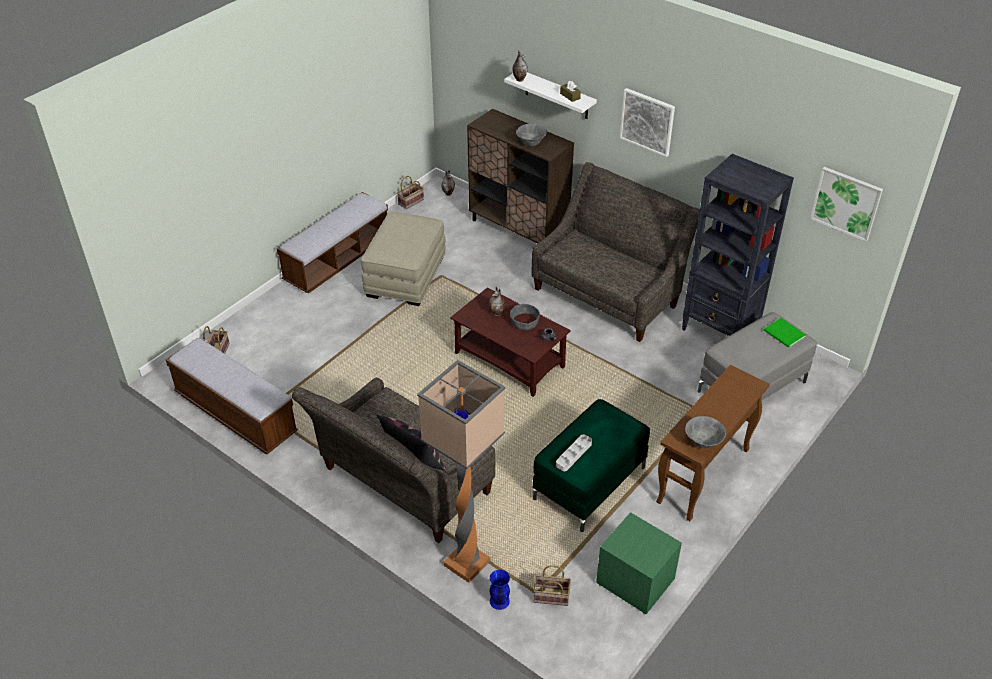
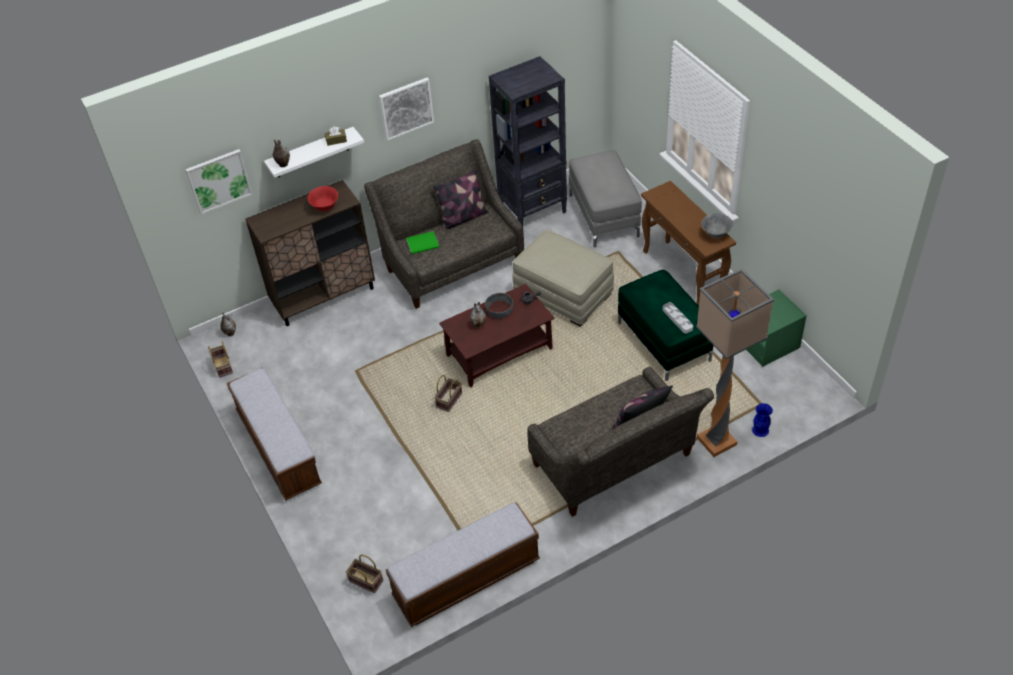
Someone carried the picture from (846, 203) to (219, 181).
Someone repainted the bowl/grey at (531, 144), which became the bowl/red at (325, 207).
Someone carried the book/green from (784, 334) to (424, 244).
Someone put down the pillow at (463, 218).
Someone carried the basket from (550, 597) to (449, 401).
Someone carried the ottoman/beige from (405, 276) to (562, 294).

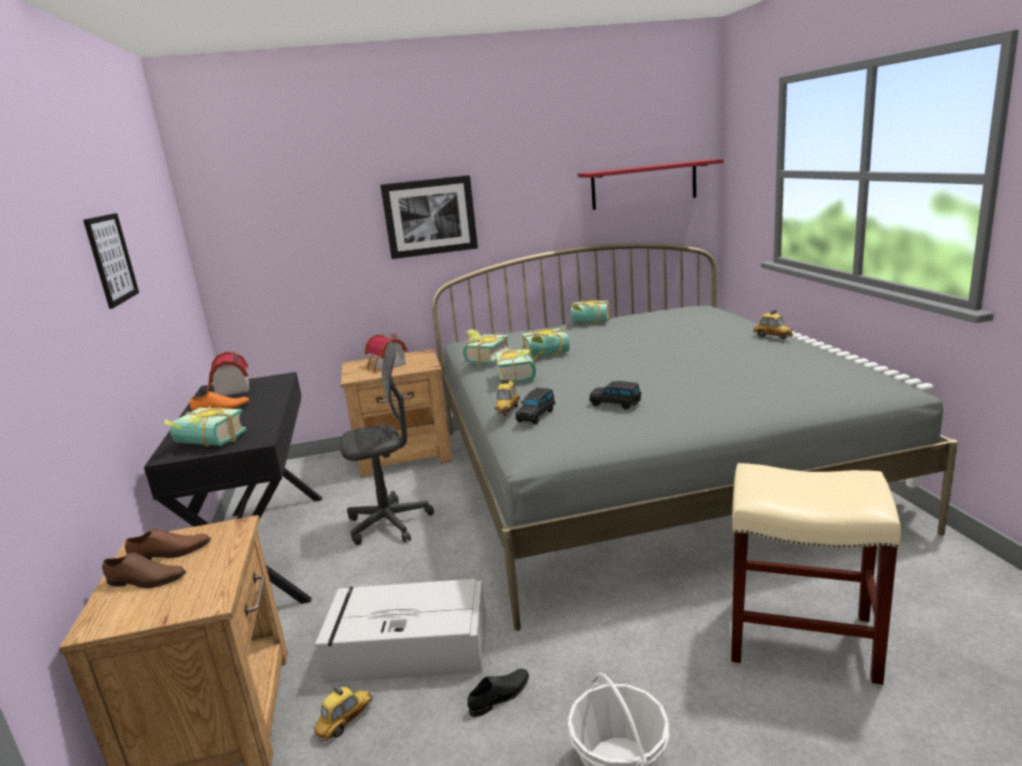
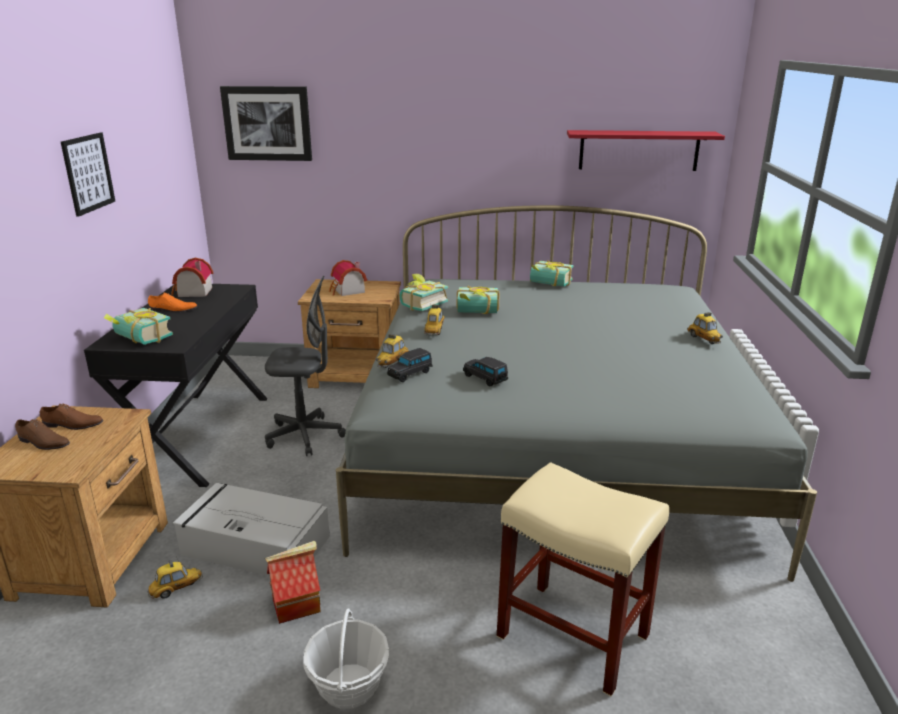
Someone carried the picture from (430, 217) to (267, 123).
Someone swapped the shoe/black at (500, 696) for the toy house at (297, 605).
Someone swapped the book at (521, 376) for the toy car at (435, 330).

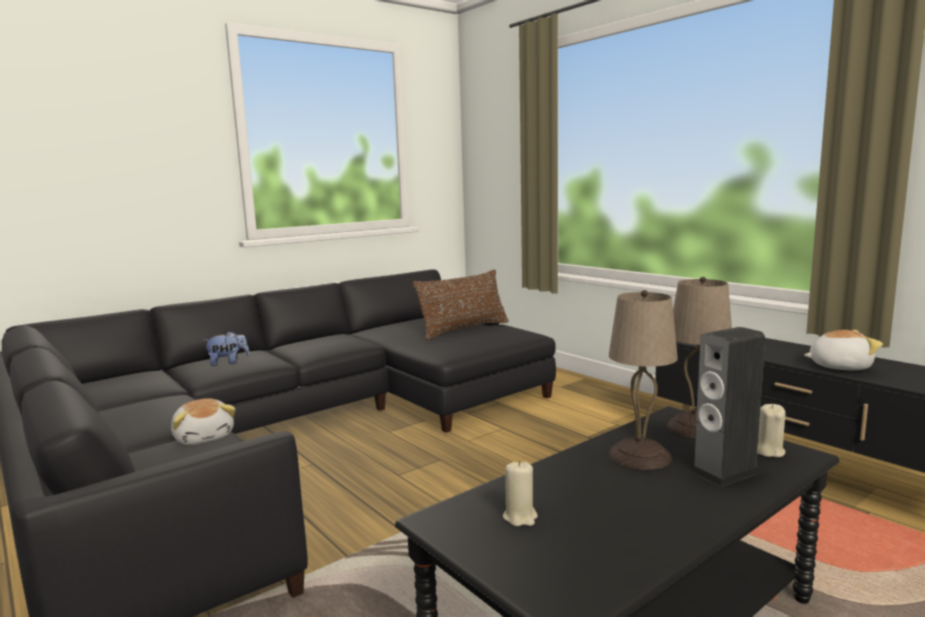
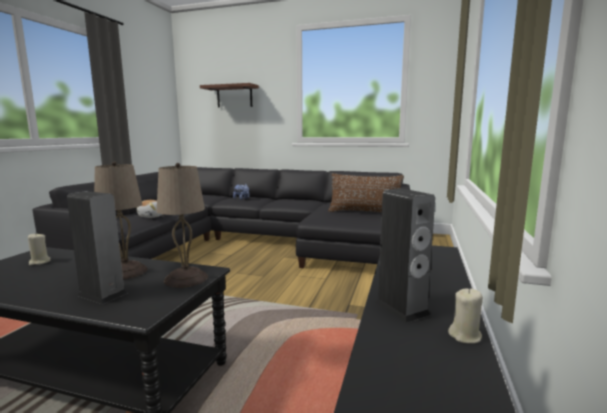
Someone put up the shelf/brown at (234, 96).
Someone swapped the plush toy at (839, 366) for the speaker at (401, 308).
Someone carried the candle/beige from (769, 451) to (465, 336).

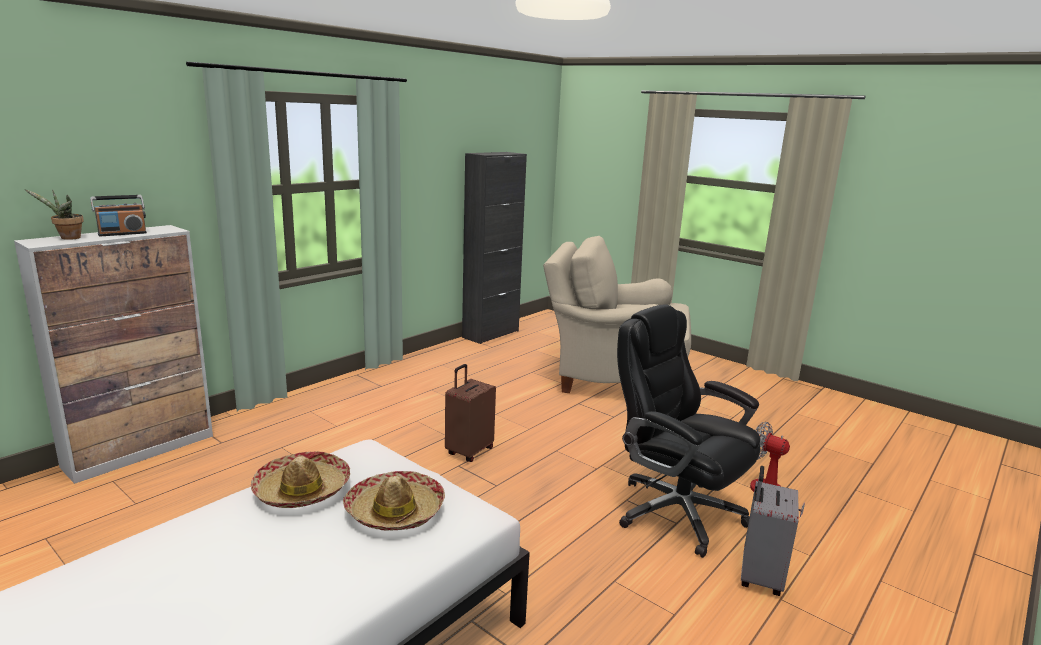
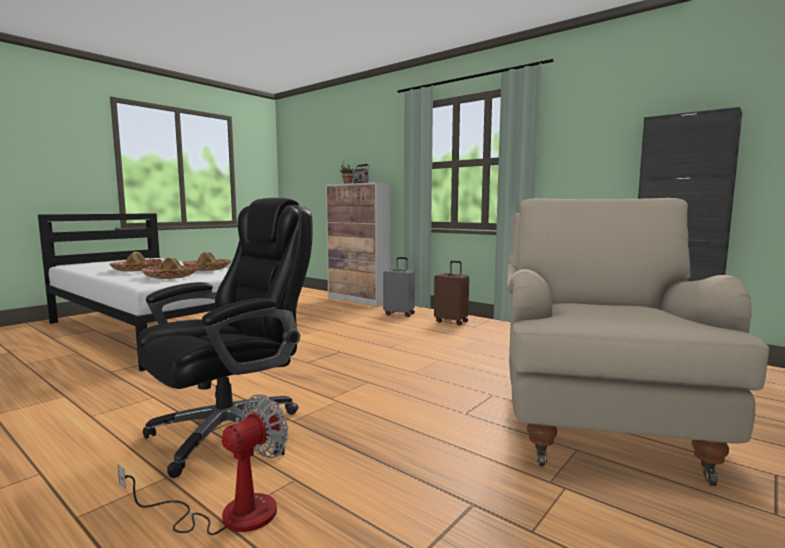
Someone put down the hat at (137, 270).
Someone carried the suitcase/grey from (759, 577) to (399, 314).
Someone carried the suitcase/brown from (469, 451) to (451, 321).

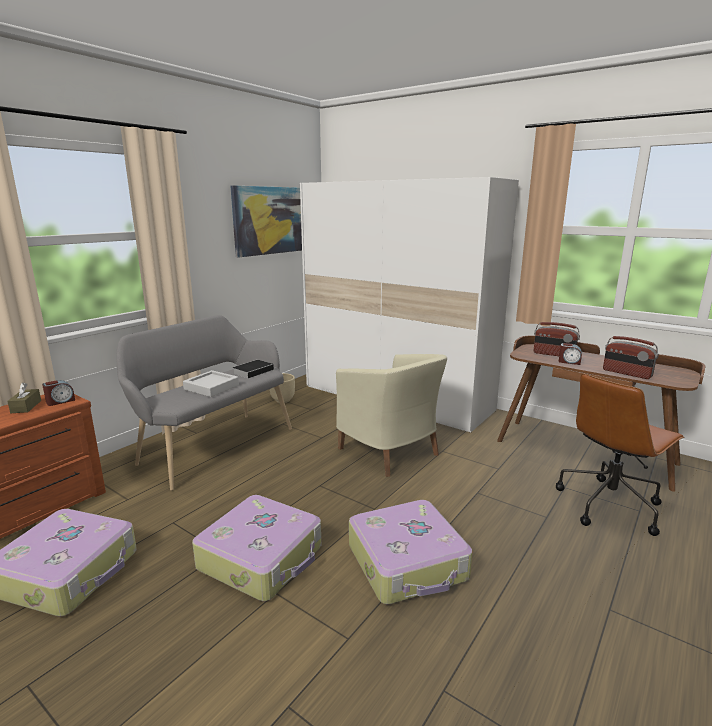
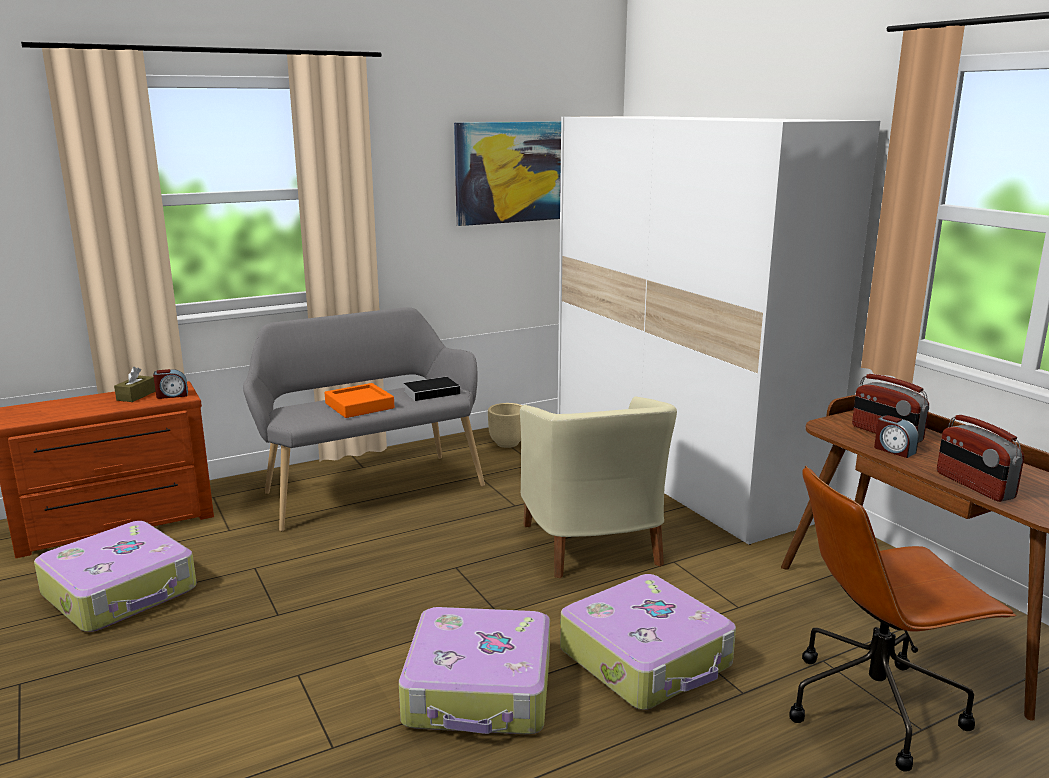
Someone repainted the tray/grey at (211, 387), which became the tray/orange at (359, 406).
Someone carried the suitcase from (262, 557) to (647, 658).

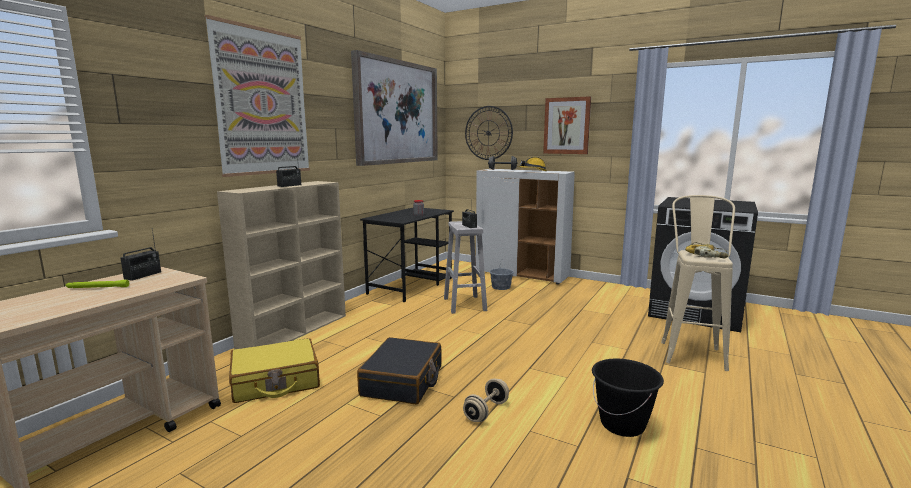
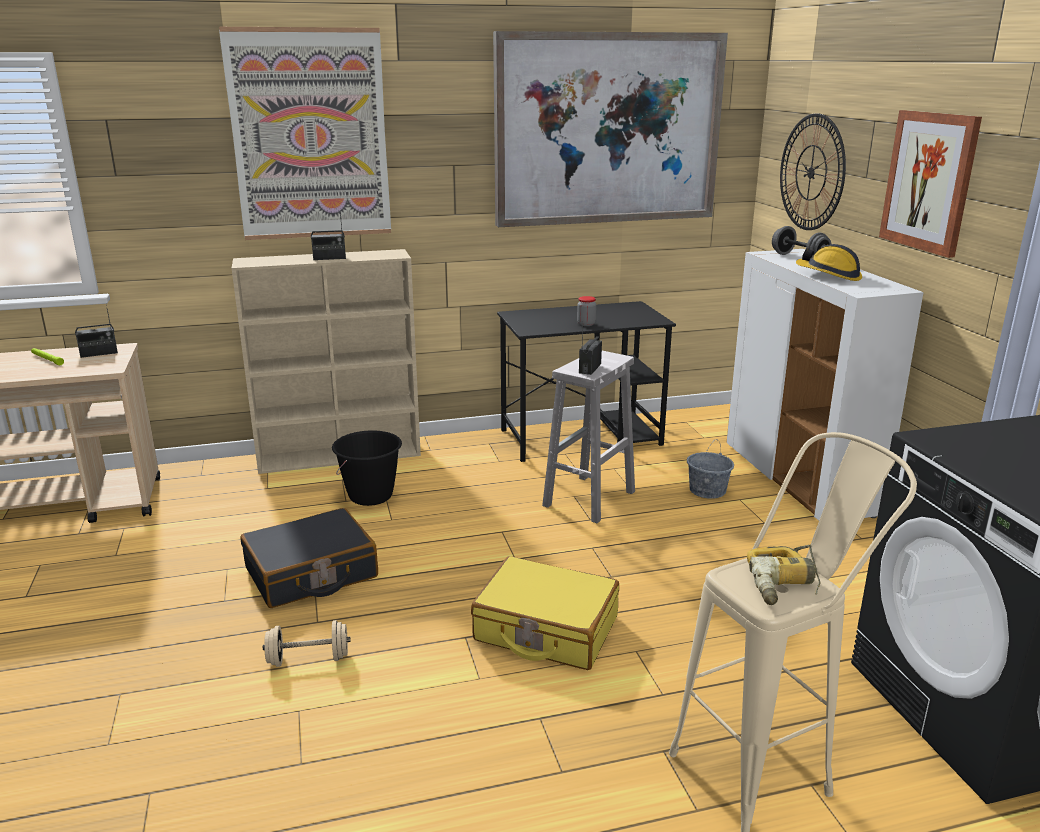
Someone carried the bucket/black from (622, 424) to (371, 496).
Someone carried the suitcase/yellow from (275, 382) to (545, 629).

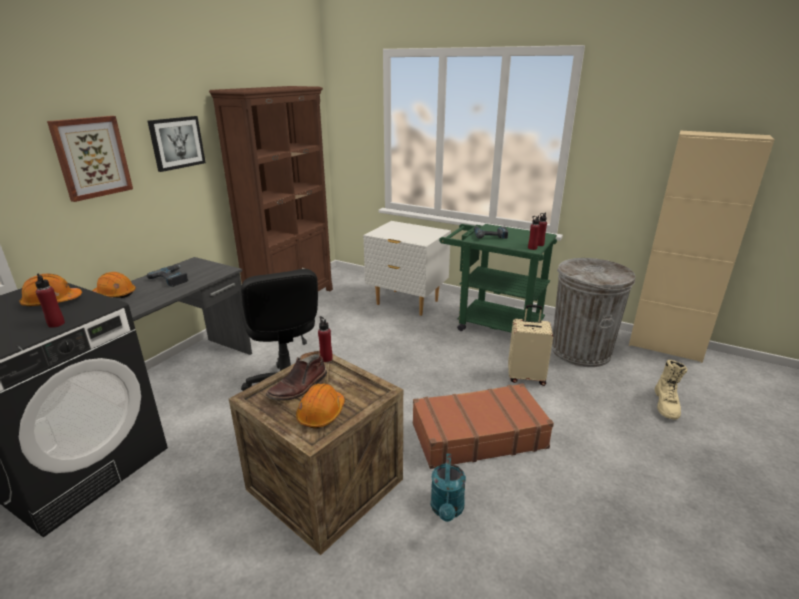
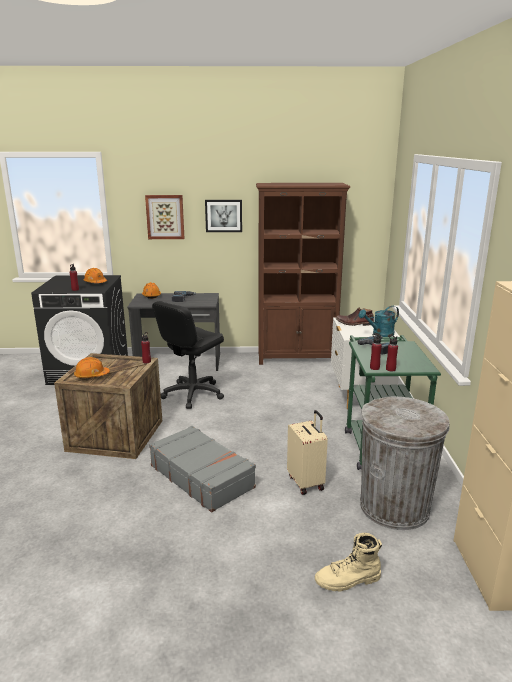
Someone repainted the suitcase/brown at (477, 435), which became the suitcase/grey at (202, 476).
Someone carried the boot/brown from (299, 387) to (354, 323).
Someone carried the watering can/turquoise from (447, 510) to (379, 334).

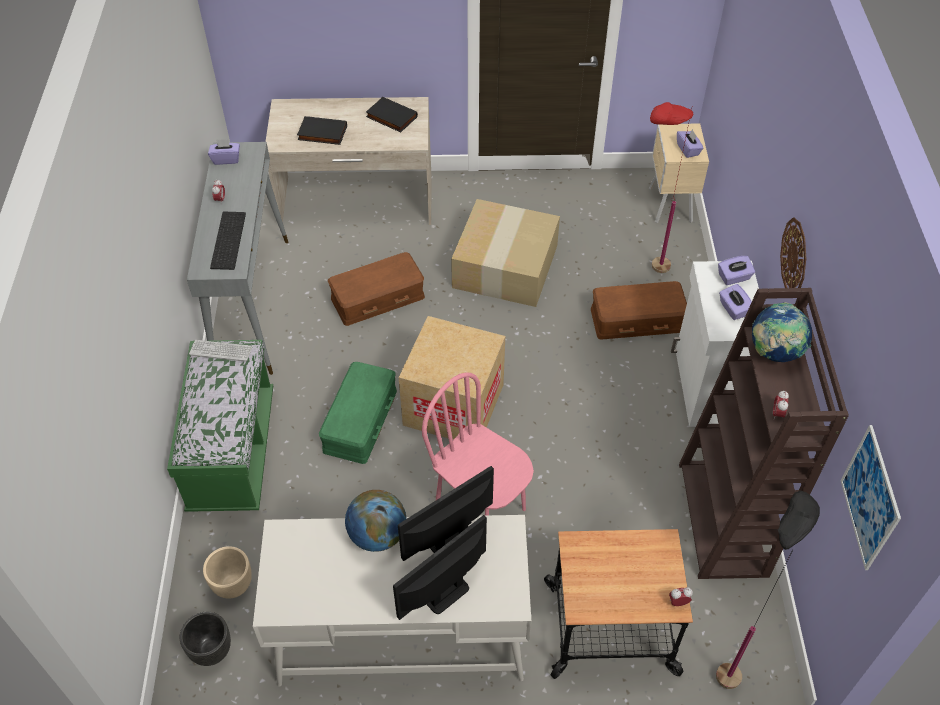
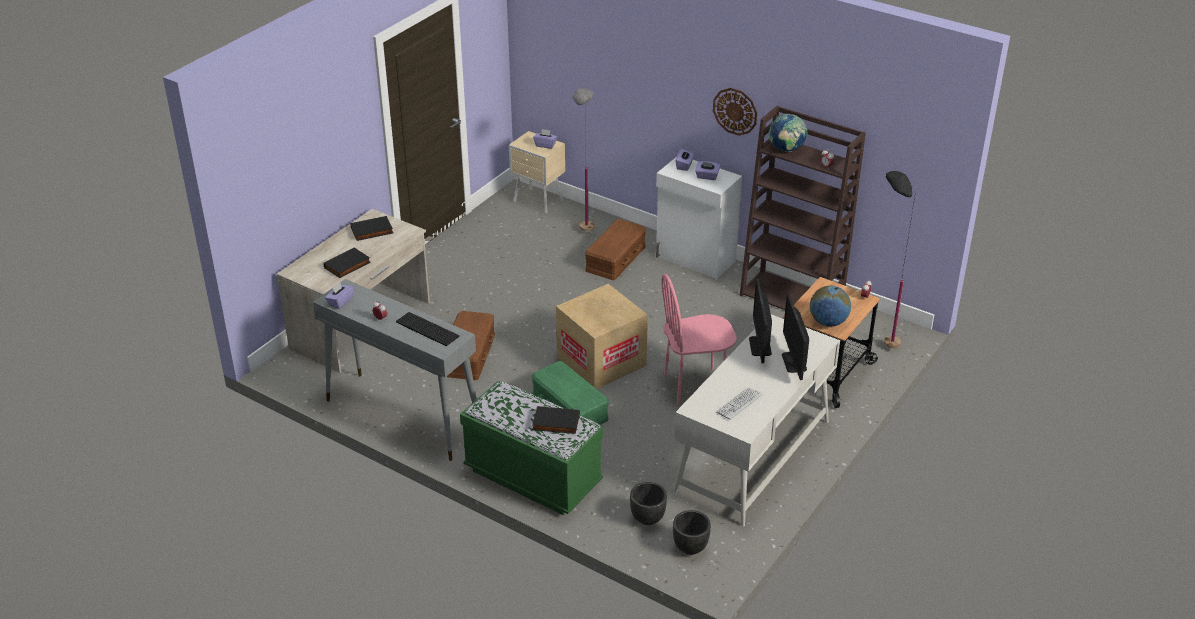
Someone put down the book/black at (555, 423).
Someone repainted the floor lamp/red at (646, 275), which became the floor lamp/grey at (585, 238).
Someone repainted the planter/beige at (232, 585), which became the planter/black at (647, 519).
Someone carried the keyboard from (221, 351) to (739, 404).
Someone carried the globe from (377, 535) to (828, 322).
Someone took away the cardboard box at (504, 265).
Someone took away the picture at (870, 498).

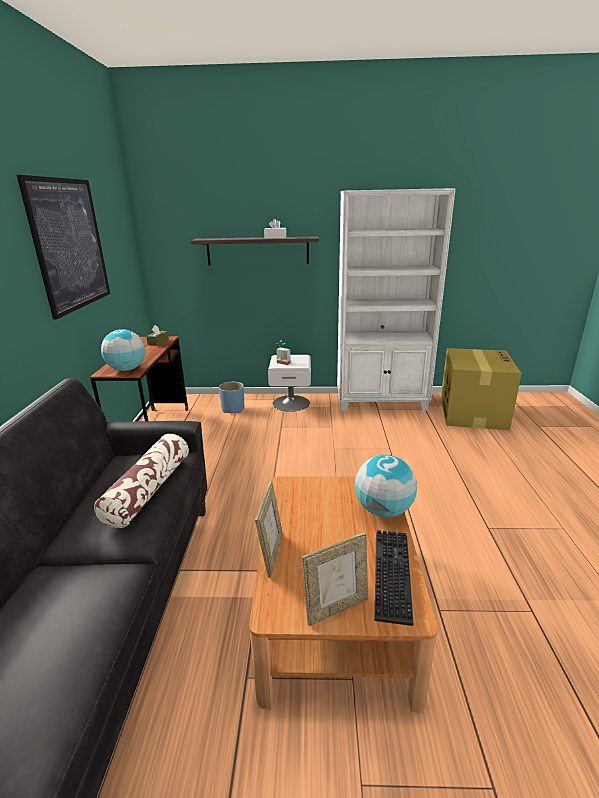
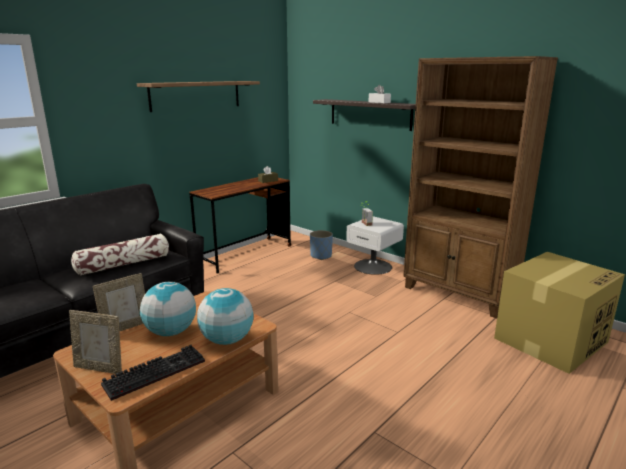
Someone swapped the picture at (70, 245) for the shelf at (196, 95).
Someone carried the globe from (127, 369) to (171, 332).
Someone repainted the bookcase/white at (381, 402), which became the bookcase/brown at (459, 294).

